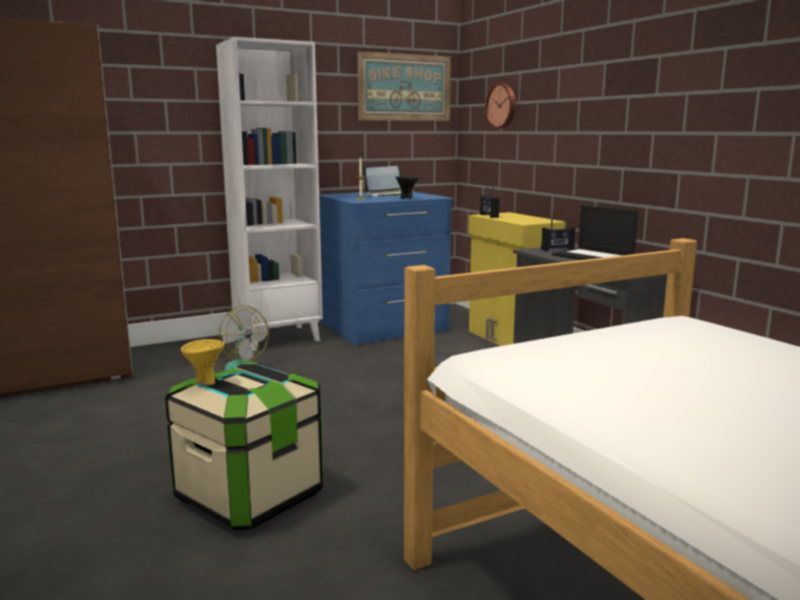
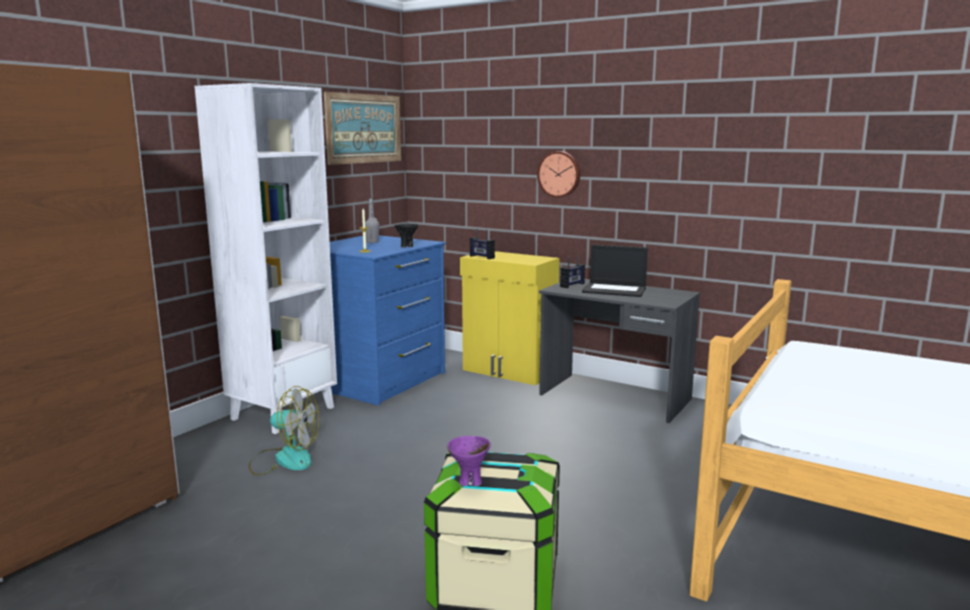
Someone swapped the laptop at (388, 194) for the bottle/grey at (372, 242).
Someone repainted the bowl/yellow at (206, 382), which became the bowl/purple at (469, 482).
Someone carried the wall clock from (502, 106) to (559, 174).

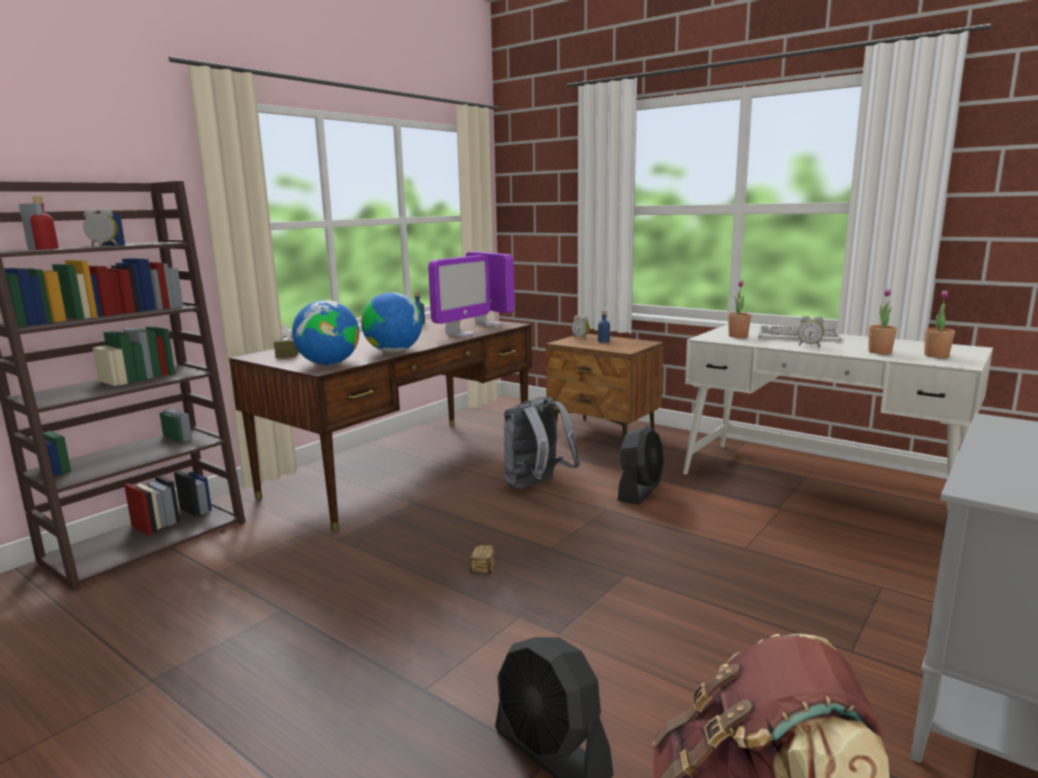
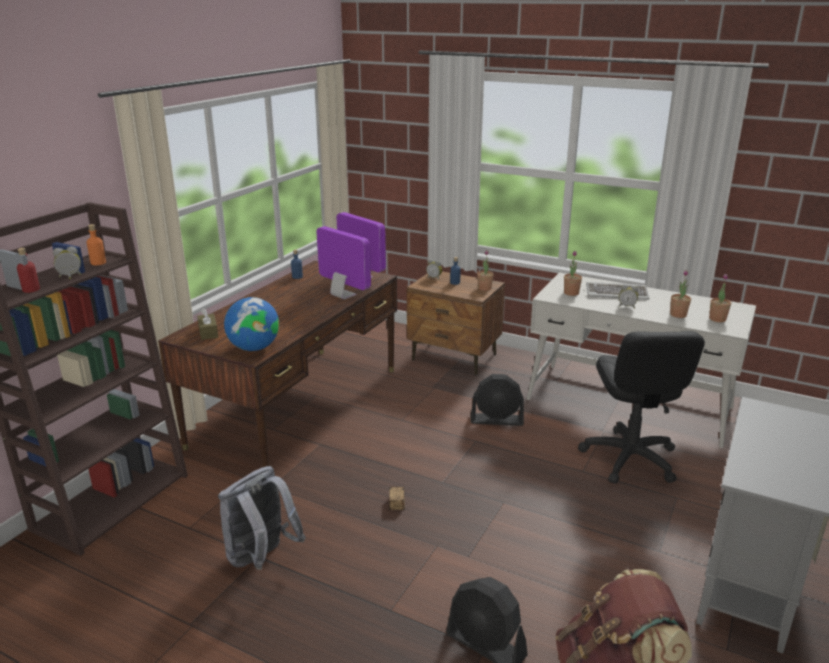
Someone put down the bottle/orange at (98, 263).
Someone carried the backpack/grey from (537, 486) to (261, 558).
Someone rotated the monitor at (460, 334) by 75 degrees counterclockwise.
Someone rotated the fan/black at (640, 491) by 75 degrees clockwise.
Someone put down the potted plant at (484, 288).
Someone put down the office chair/black at (629, 458).
Someone took away the globe at (394, 352).

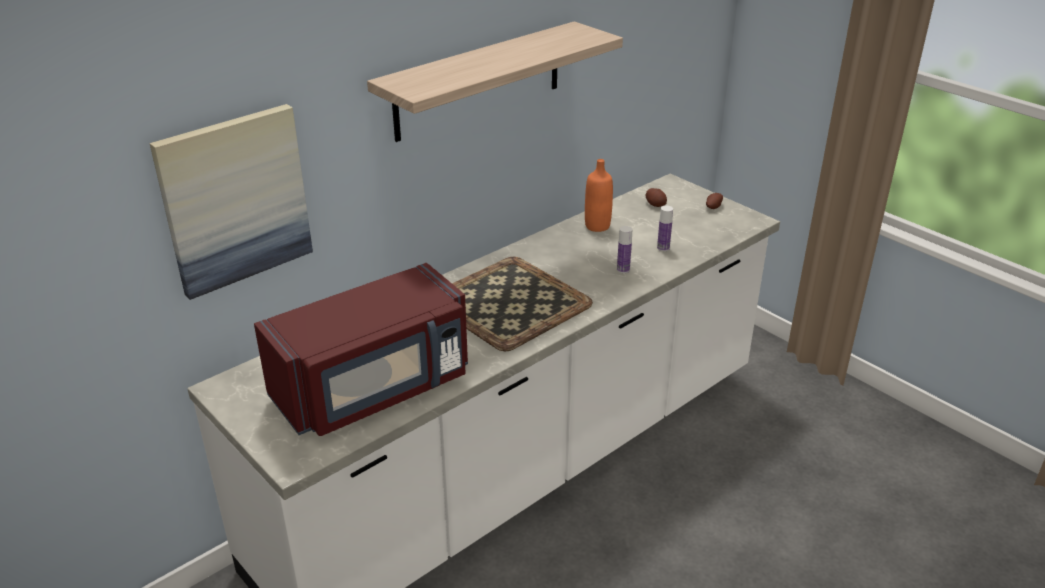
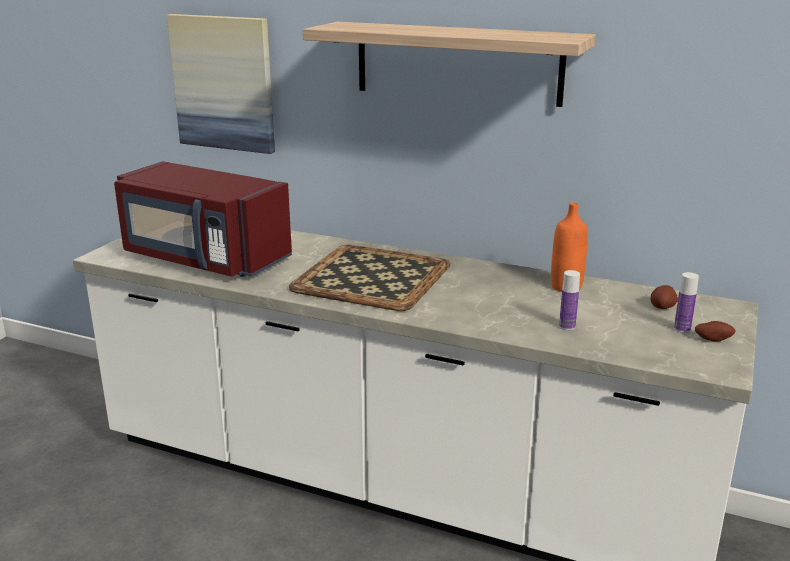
Someone carried the bottle from (623, 269) to (682, 329).

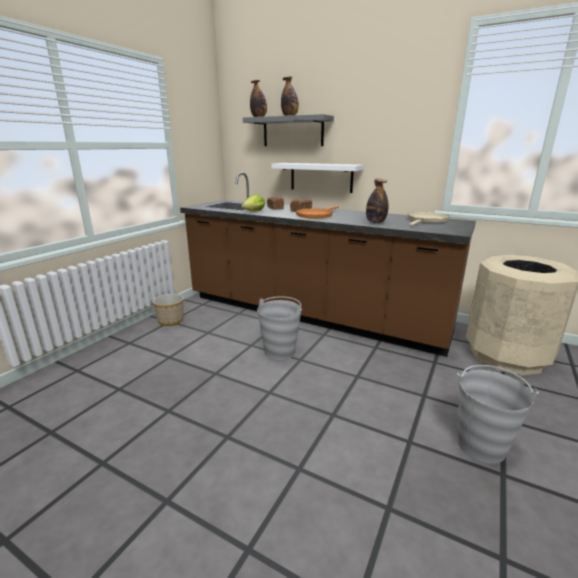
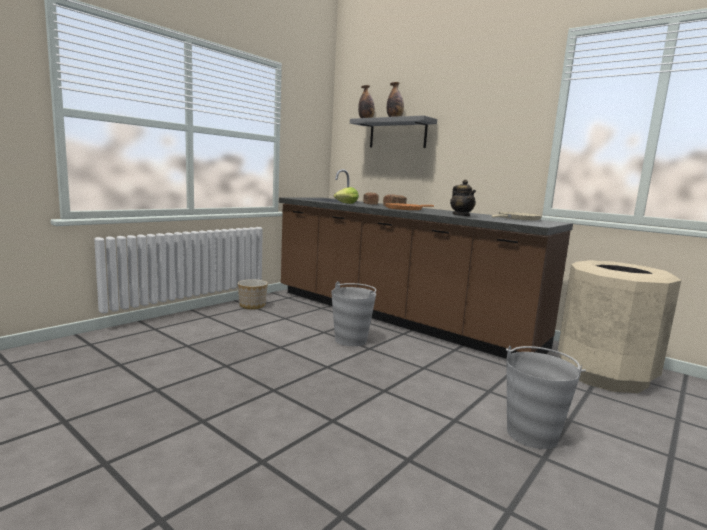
Someone swapped the bottle at (375, 222) for the teapot at (461, 215).
Someone took away the shelf/white at (321, 177).

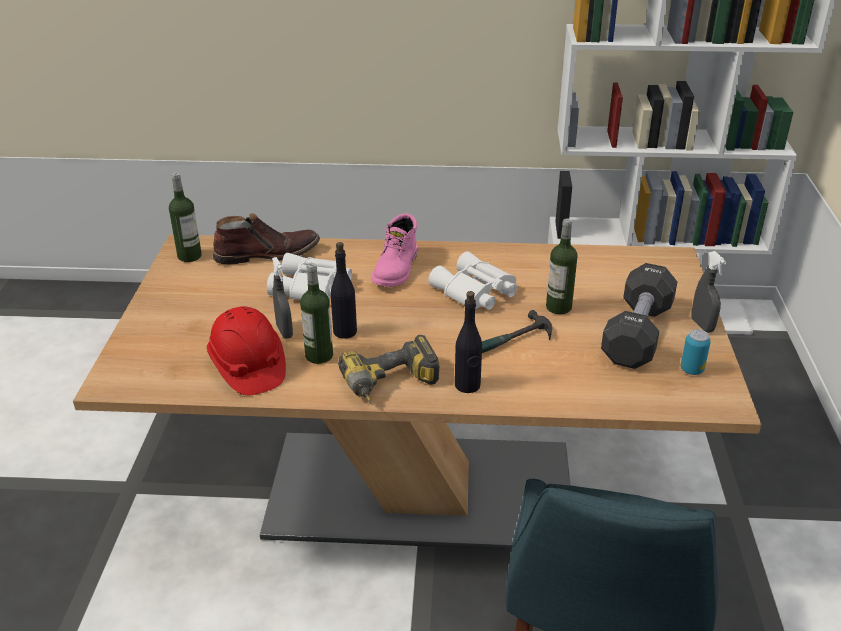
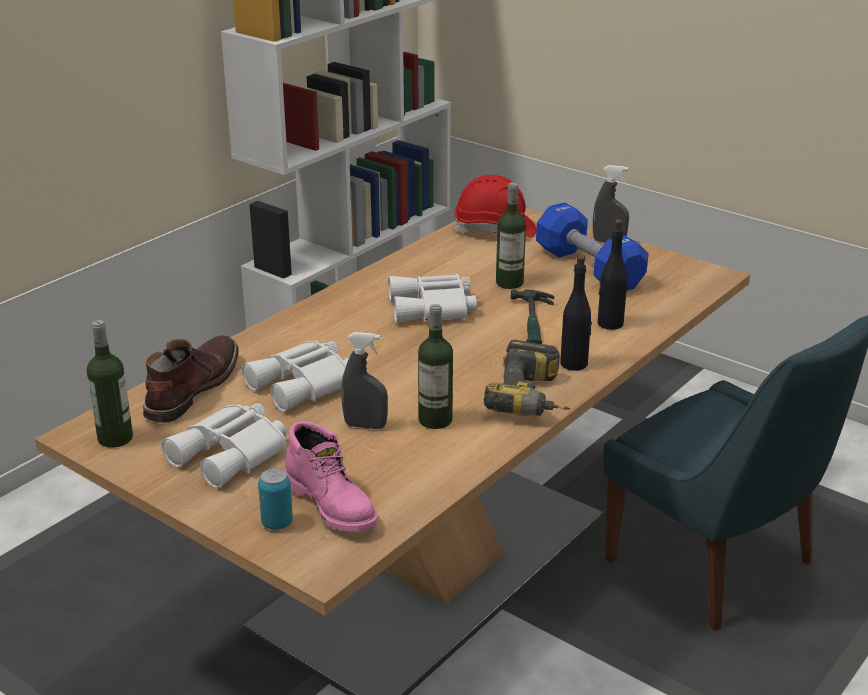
Someone put down the binoculars/white at (232, 454).
Someone carried the can from (691, 370) to (277, 523).
Someone carried the boot/pink from (397, 270) to (332, 504).
Someone carried the hard hat/red from (248, 367) to (495, 230).
Someone repainted the dumbbell/black at (637, 333), which became the dumbbell/blue at (589, 268).
Someone carried the bottle/black from (344, 331) to (609, 324).

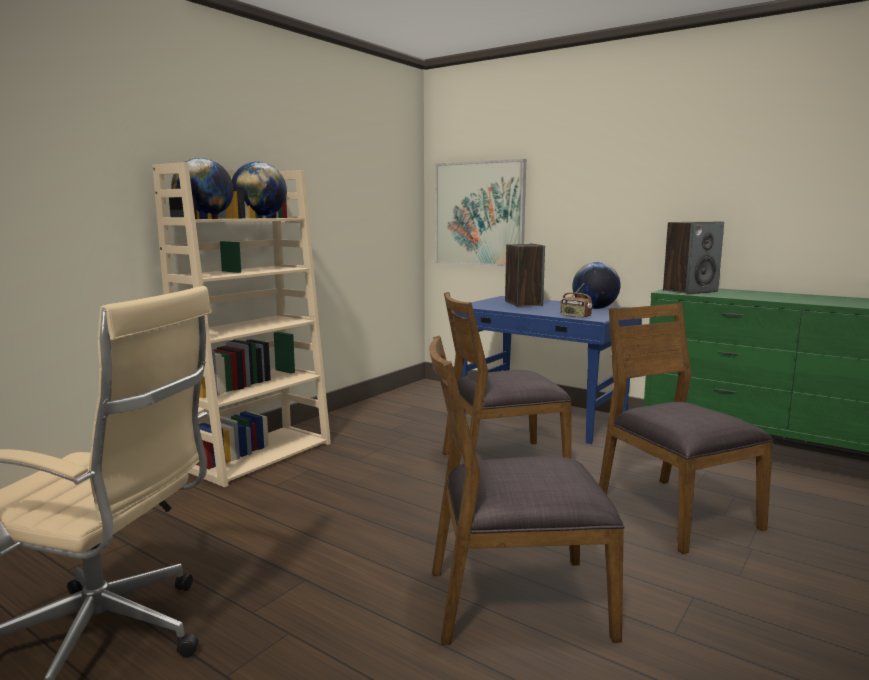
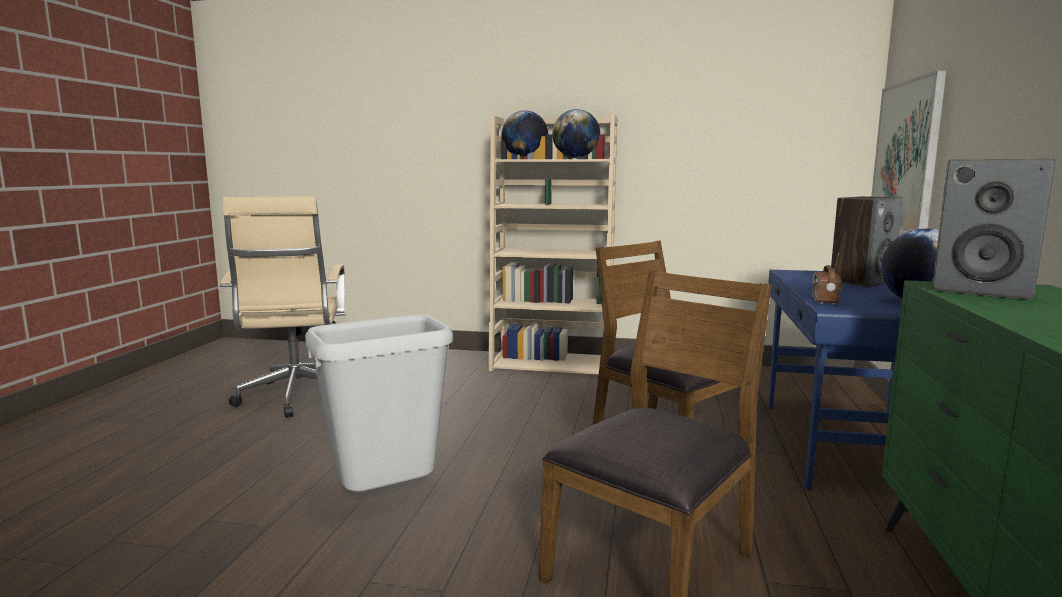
Someone swapped the chair/brown at (516, 601) for the trash can/grey at (388, 498).

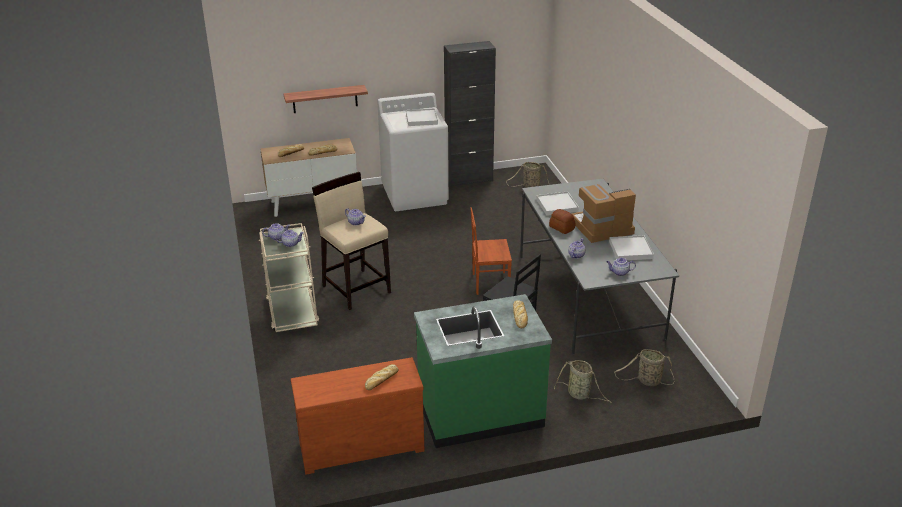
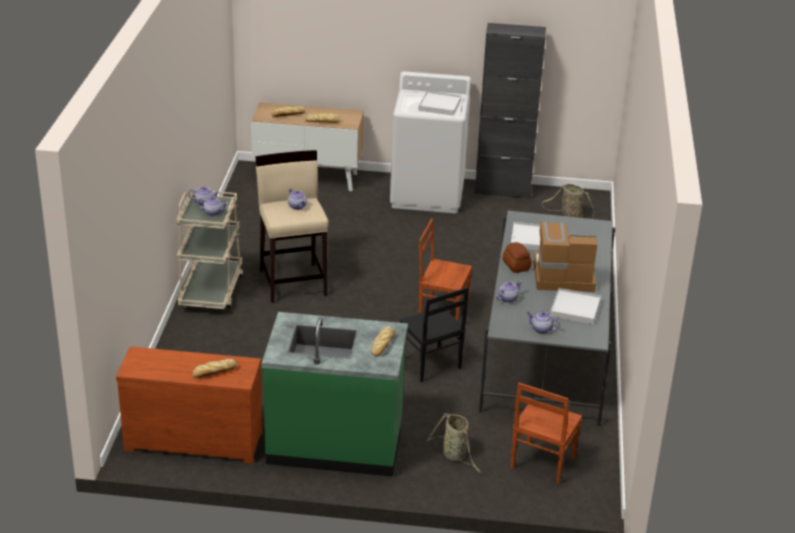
Someone swapped the basket at (647, 381) for the chair/brown at (541, 463).
Someone took away the shelf at (325, 99).

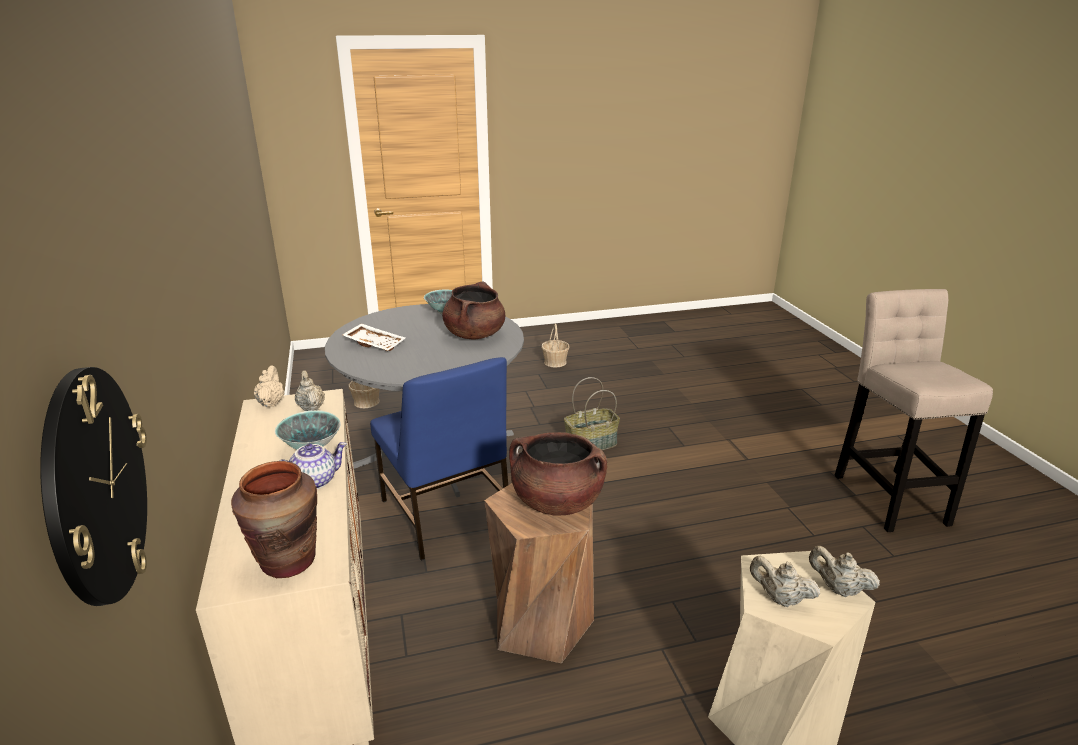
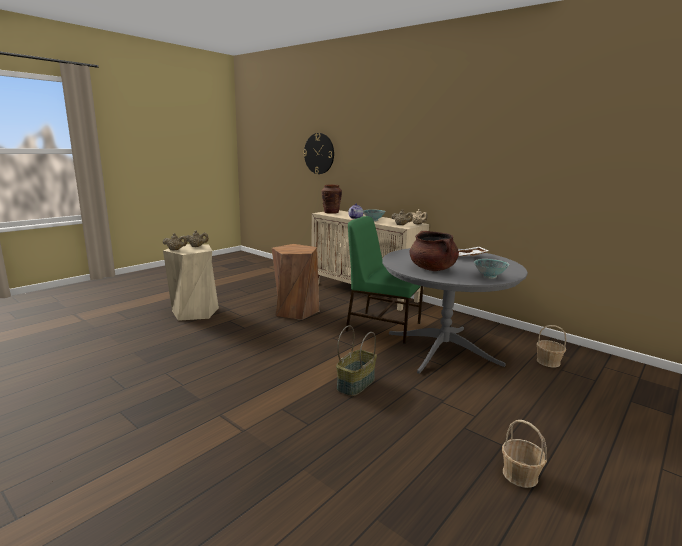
Someone repainted the chair/blue at (445, 515), which became the chair/green at (382, 326).
Someone took away the cooking pot/brown at (556, 502).
Someone took away the stool/beige at (888, 495).

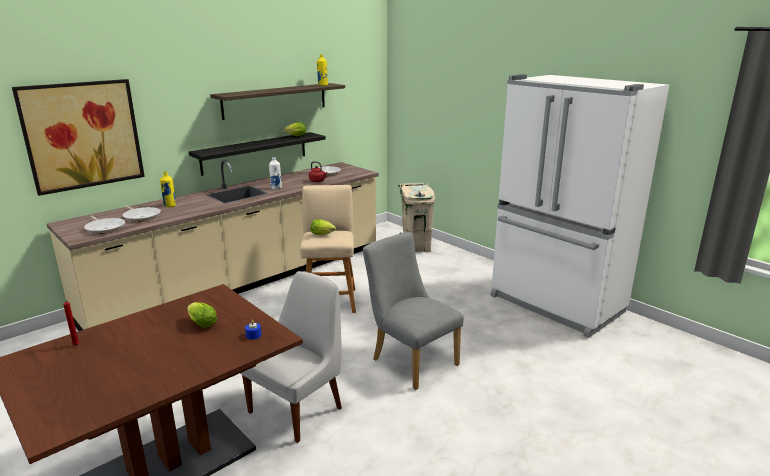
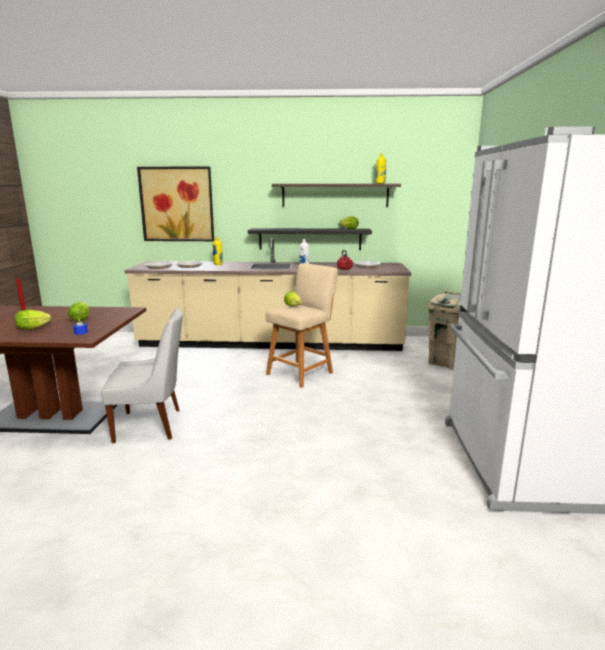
Someone put down the lettuce at (35, 328).
Someone took away the chair/grey at (410, 360).

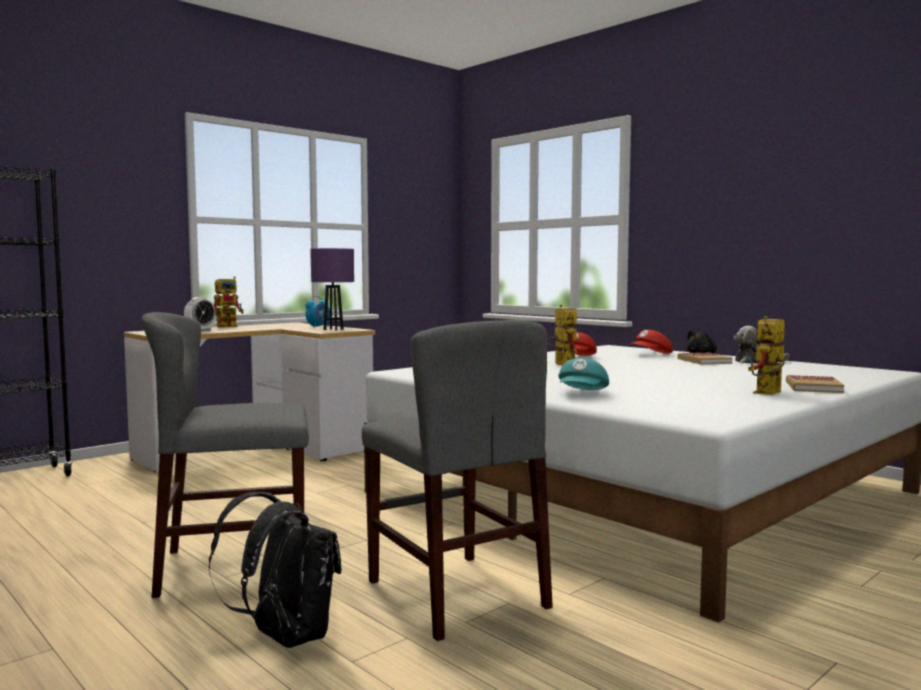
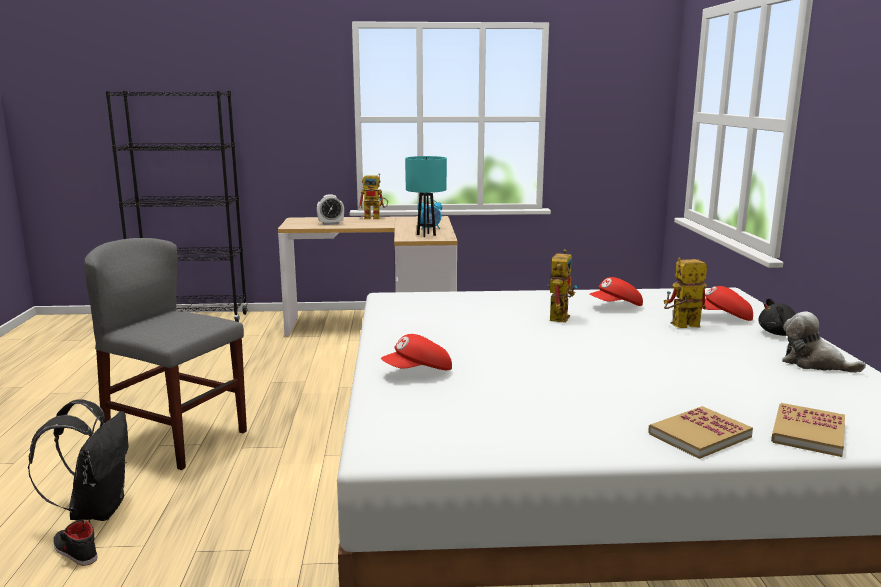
Someone put down the shoe/black at (74, 551).
Someone repainted the cap/turquoise at (583, 394), which became the cap/red at (418, 372).
Someone repainted the table lamp/purple at (333, 329), which became the table lamp/turquoise at (426, 235).
Someone carried the toy robot from (768, 394) to (680, 326).
Someone carried the book from (704, 361) to (808, 432).
Someone took away the chair/grey at (456, 594).

